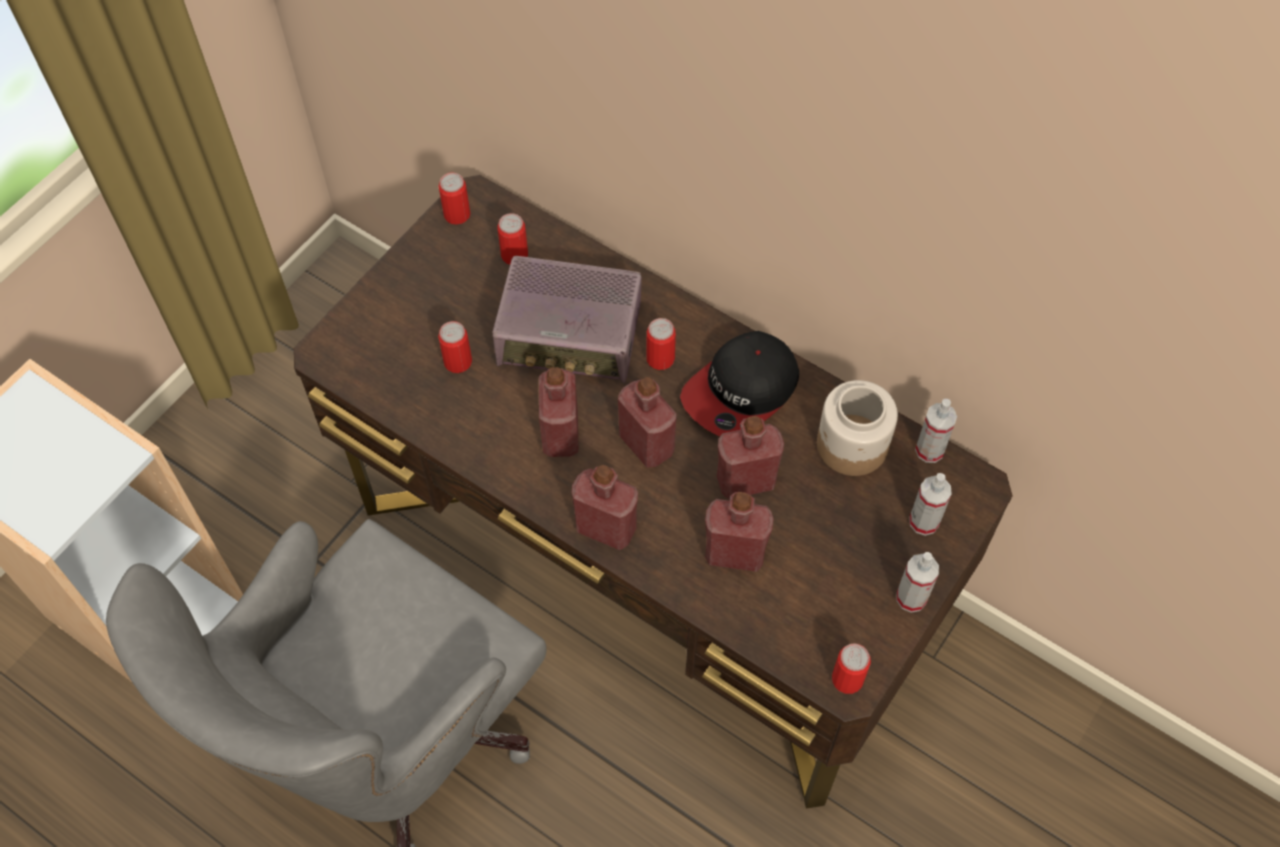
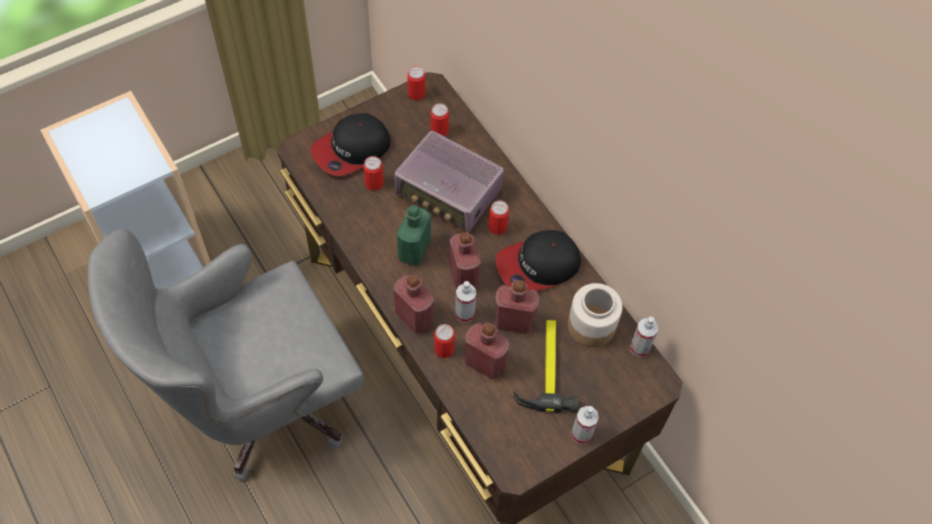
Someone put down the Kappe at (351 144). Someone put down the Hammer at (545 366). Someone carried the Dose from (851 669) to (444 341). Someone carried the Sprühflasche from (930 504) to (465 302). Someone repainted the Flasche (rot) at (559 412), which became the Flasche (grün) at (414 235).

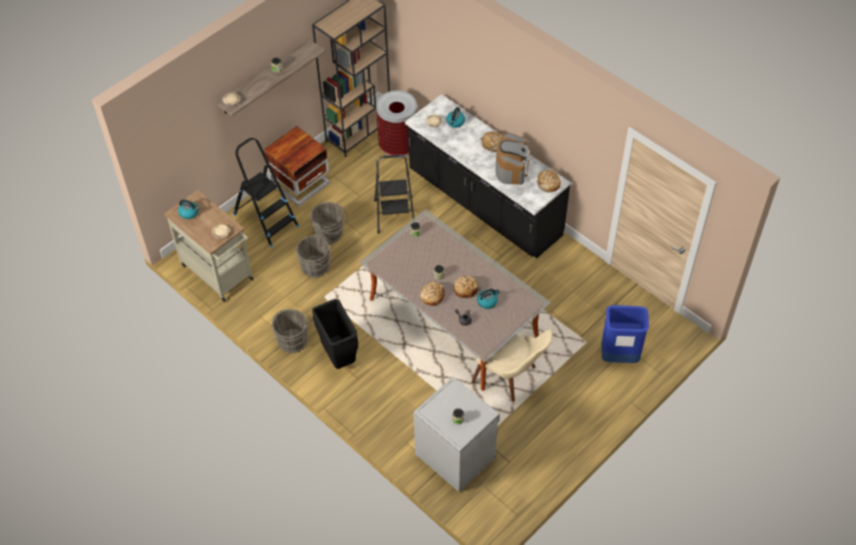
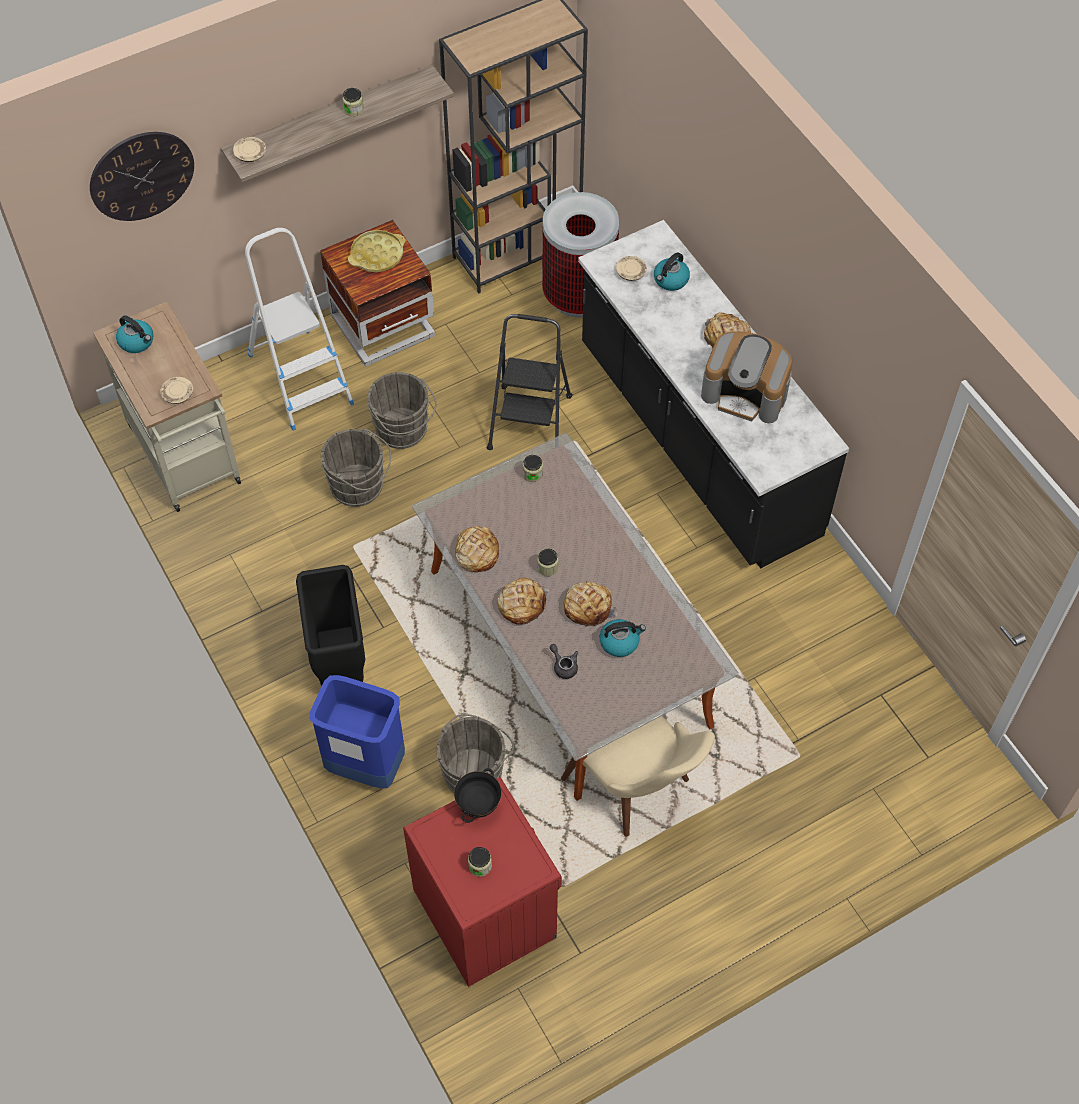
Someone put up the Wanduhr at (142 176). Someone put down the Tablett (gelb) at (376 251). Someone put down the Schüssel (schwarz) at (477 795). Someone carried the Eimer (grau) from (291 331) to (475 753). Someone carried the Brot from (548 180) to (477 549). Someone carried the Mülleimer (blau) from (625 334) to (357 731). Someone repainted the Trittleiter (schwarz) at (266 192), which became the Trittleiter (weiß) at (299 329). Someone repainted the Waschmaschine (weiß) at (456 434), which became the Waschmaschine (rot) at (482 882). Someone rotated the Kaffeemaschine at (512 159) by 90 degrees clockwise.

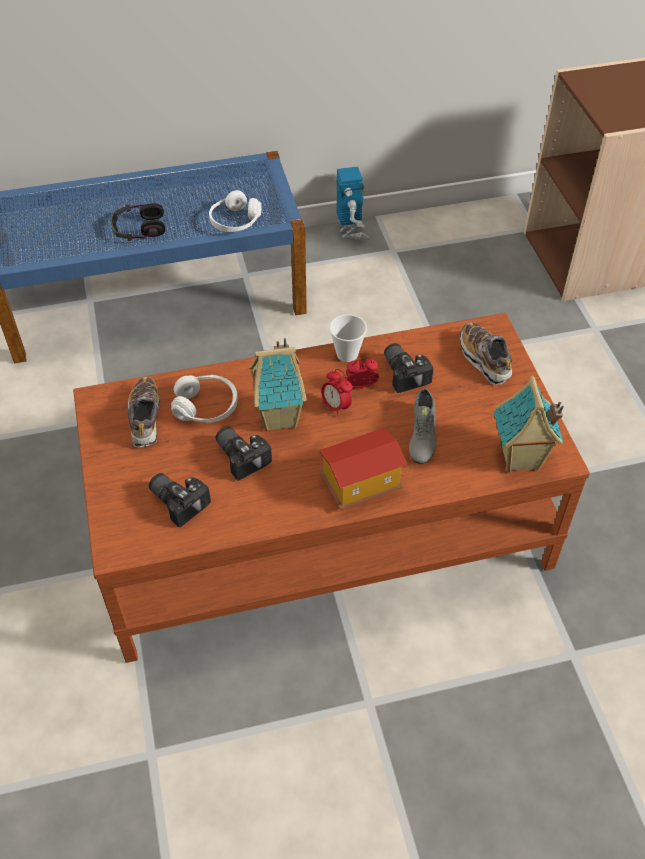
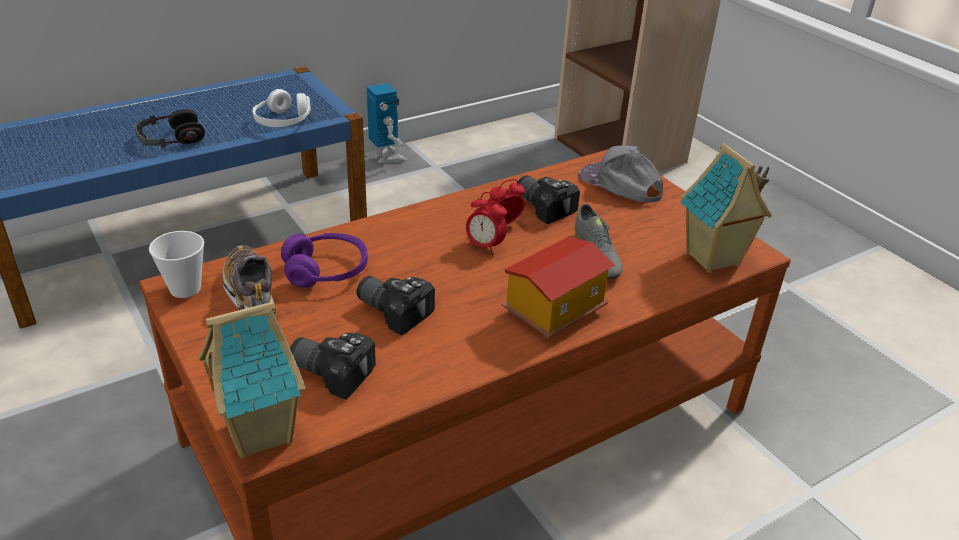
Someone carried the Spielzeughaus from (278 385) to (251 377). Someone carried the Tasse from (348 338) to (176 264). Someone swapped the Schuh at (486 353) for the Kappe (grau) at (620 174). Someone repainted the Kopfhörer (weiß) at (204 399), which became the Kopfhörer (lila) at (324 260).

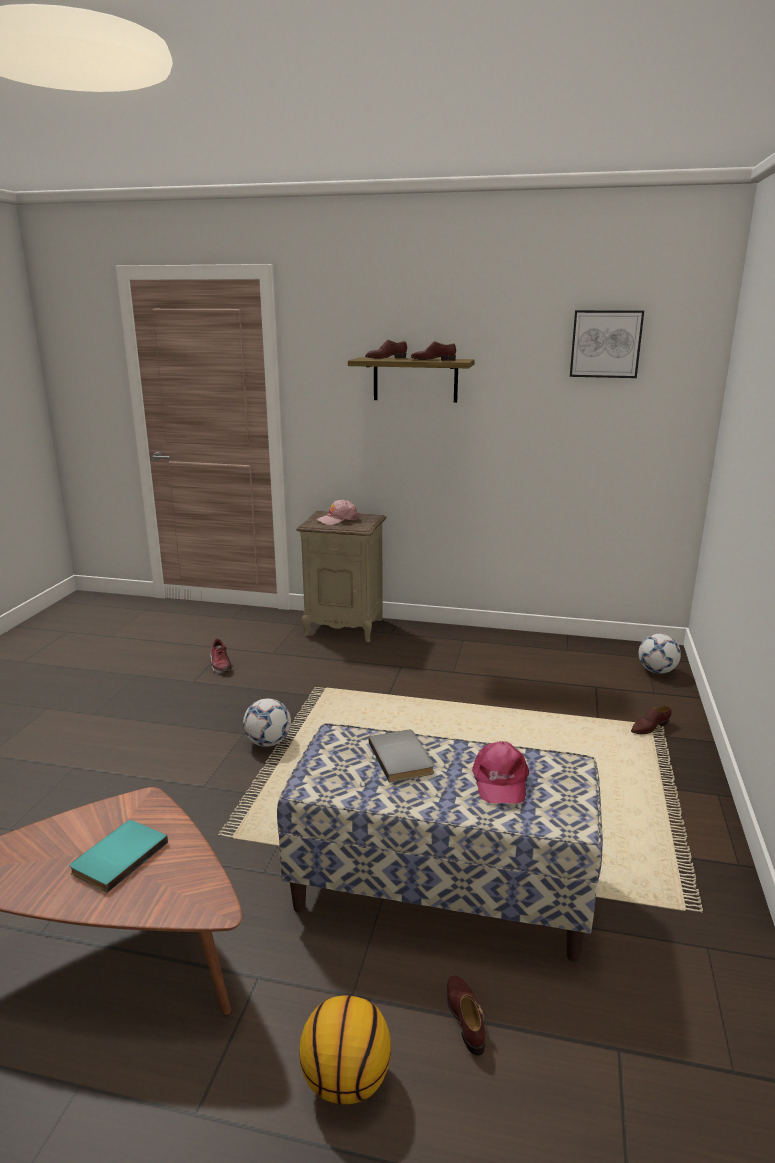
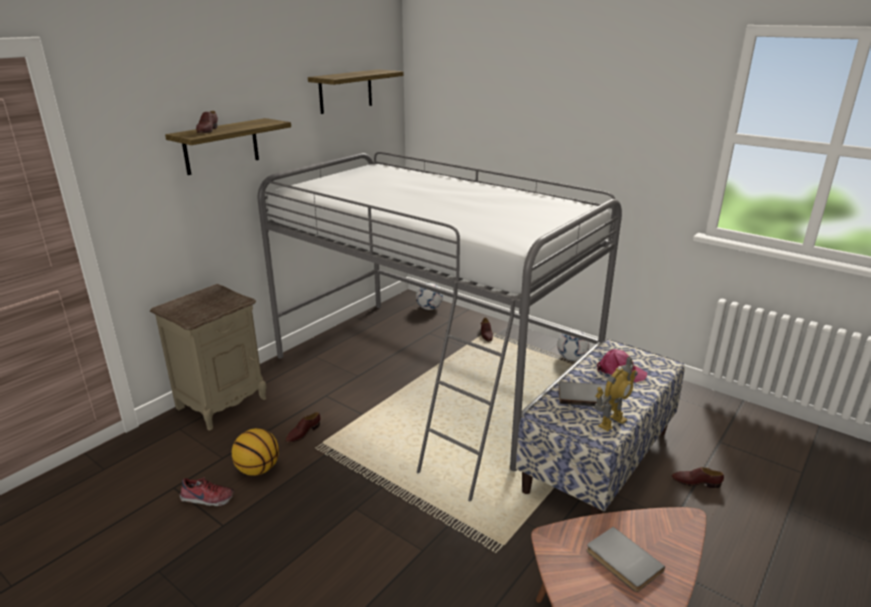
Someone took away the Kappe (rosa) at (338 512). Someone put down the Bett (grau) at (440 326). Someone put down the Spielzeugroboter at (616 394). Someone carried the Fußball from (267 722) to (573 345). Someone carried the Basketball from (345 1049) to (255 452). Someone carried the Schuh (braun) from (433 351) to (303 427). Someone swapped the Bild at (607 344) for the Wandregal at (356 91). Someone repainted the Buch (türkis) at (118 856), which became the Buch (grau) at (625 559).

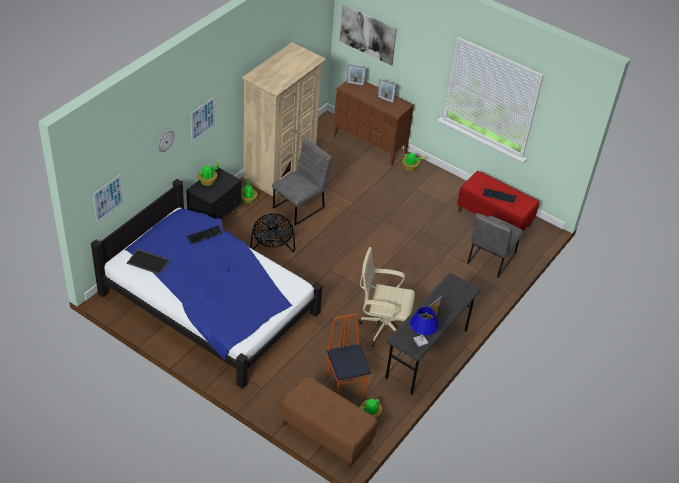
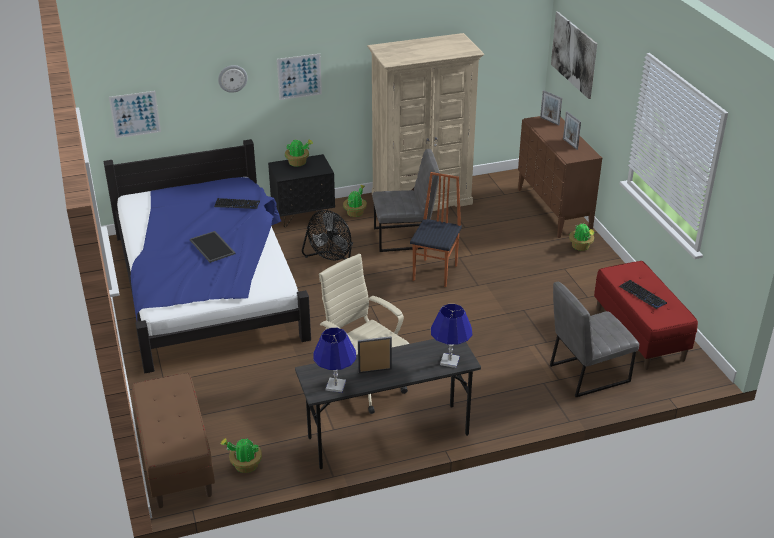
Someone put down the Tischlampe (blau) at (452 336). Someone carried the Tablett from (148 262) to (213 247). Someone carried the Stuhl from (349 354) to (436 229).

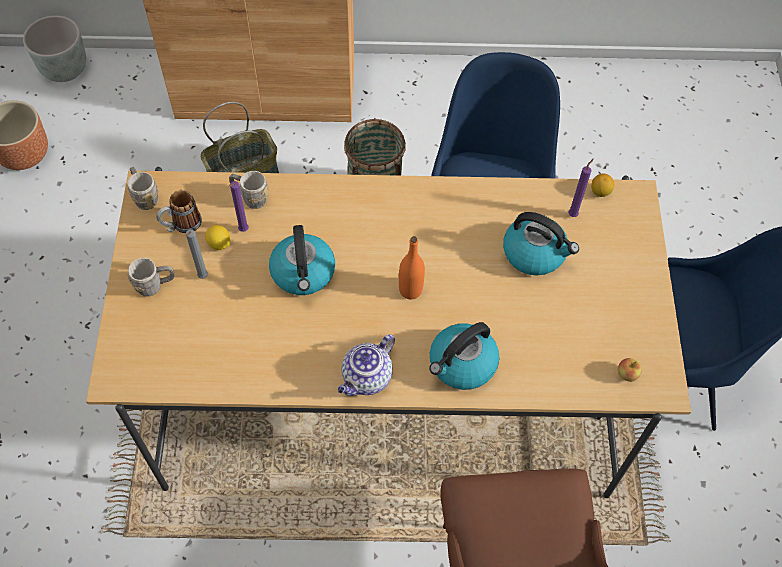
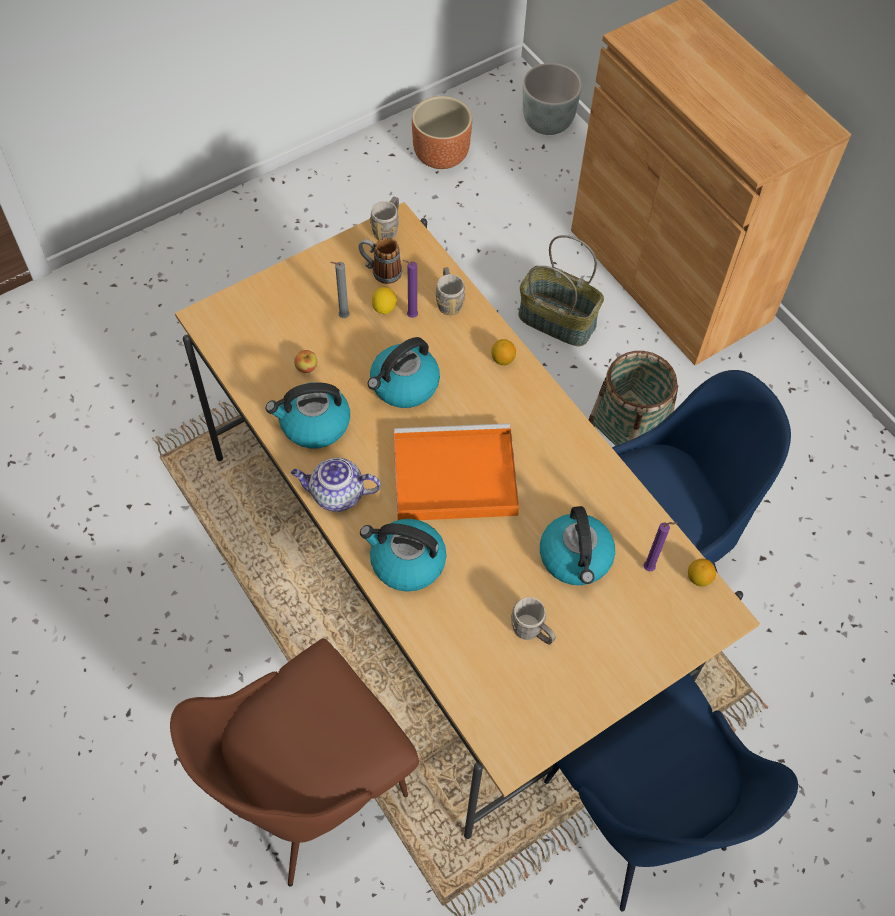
Someone put down the Wasserkessel at (308 415). Someone put down the Zitrone at (503 352). Someone carried the Henkelbecher (grau) from (150 277) to (533 620). Someone carried the Apfel from (630 370) to (305 361). Someone swapped the Flasche (orange) at (412 267) for the Tablett (orange) at (456 471).

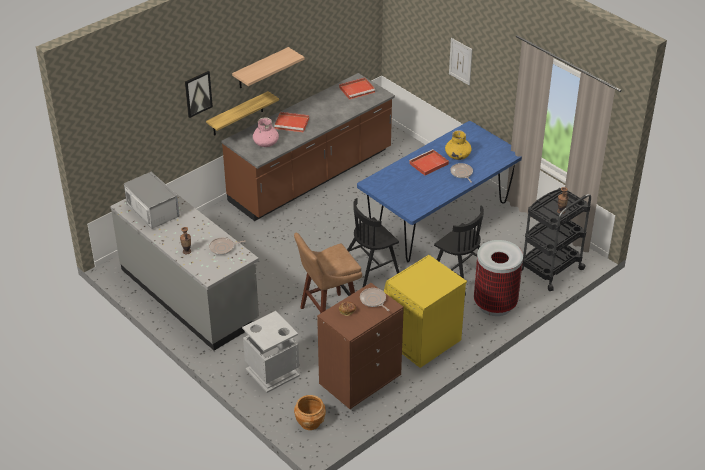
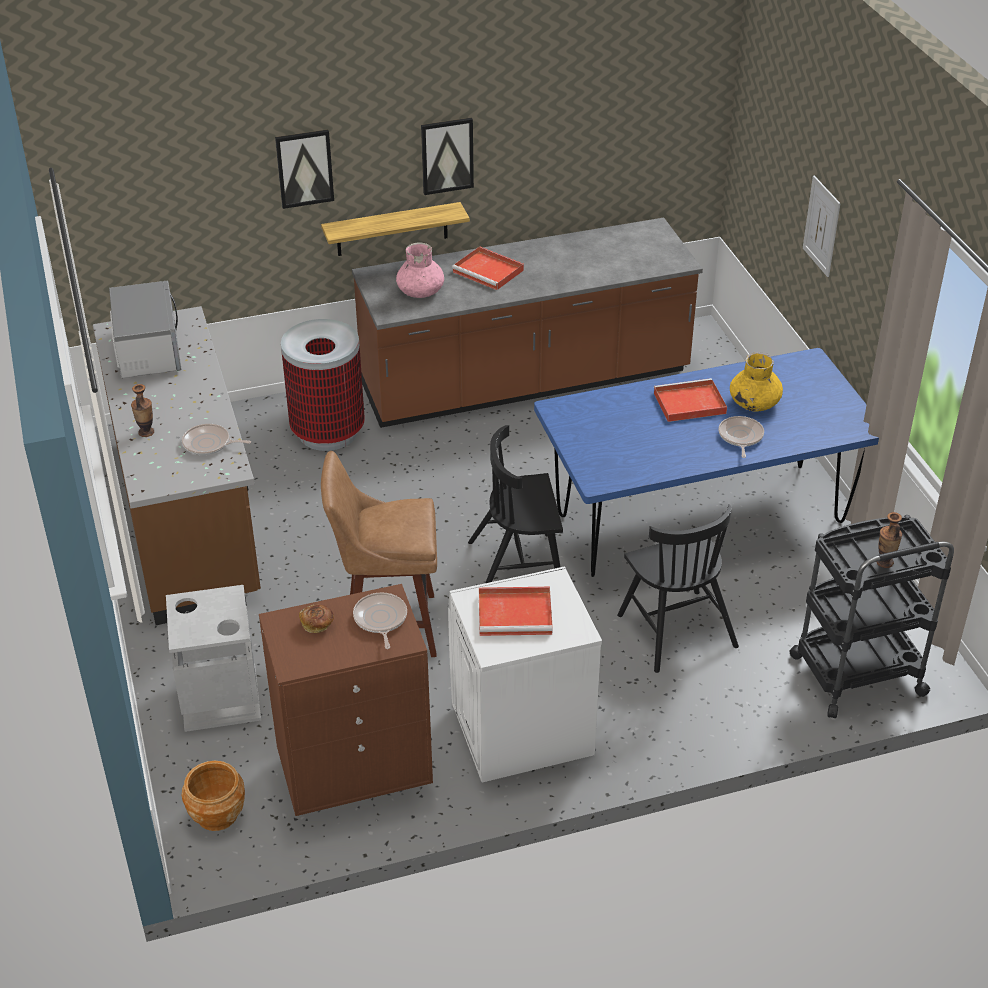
Someone carried the Tablett (rot) from (357 89) to (516 611). Someone carried the Mülleimer from (498 278) to (323 385). Someone swapped the Wandregal at (268 67) for the Bild at (447 156). Someone repainted the Küchenzeile (grau) at (184 270), which became the Küchenzeile (braun) at (177 465). Someone repainted the Waschmaschine (gelb) at (425 311), which became the Waschmaschine (weiß) at (525 674).

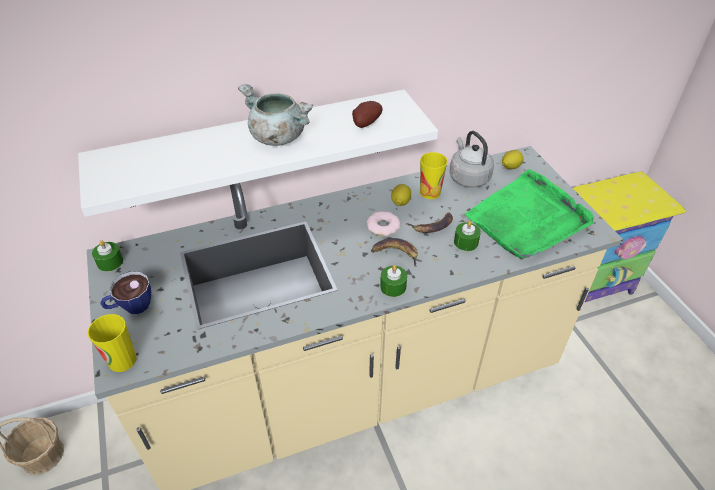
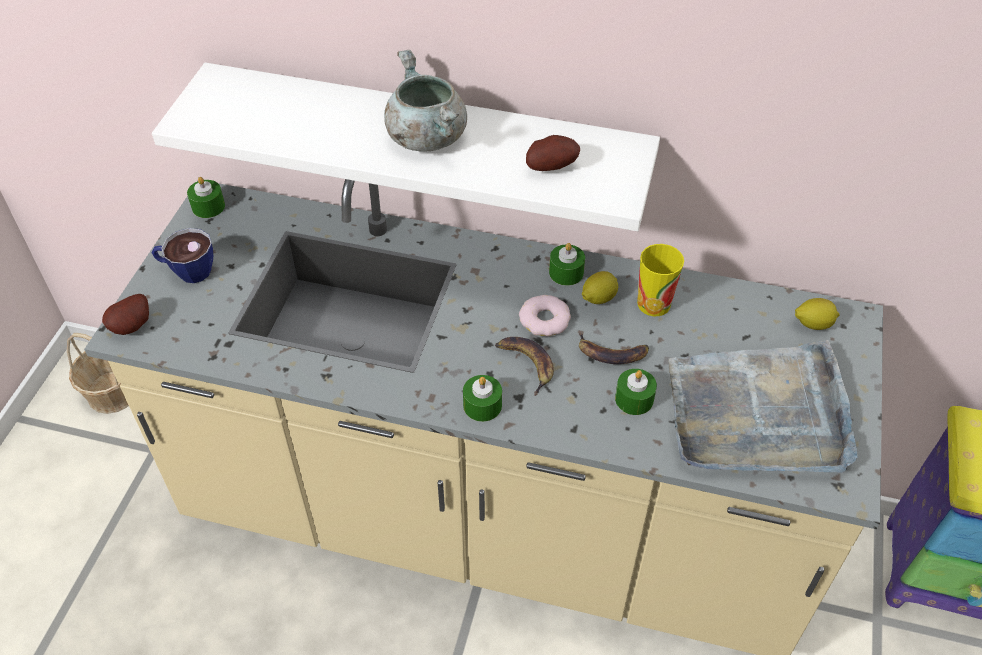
Someone took away the Wasserkessel (grau) at (472 159). Someone put down the Kerze (grün) at (567 264). Someone swapped the Tasse at (112 343) for the Kartoffel at (125 314). Someone repainted the Tablett (grün) at (529 214), which became the Tablett (grau) at (763 406).

